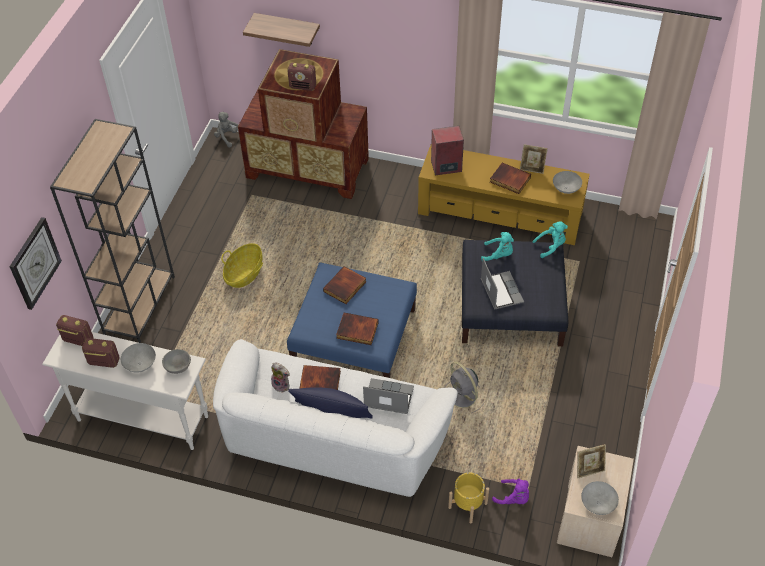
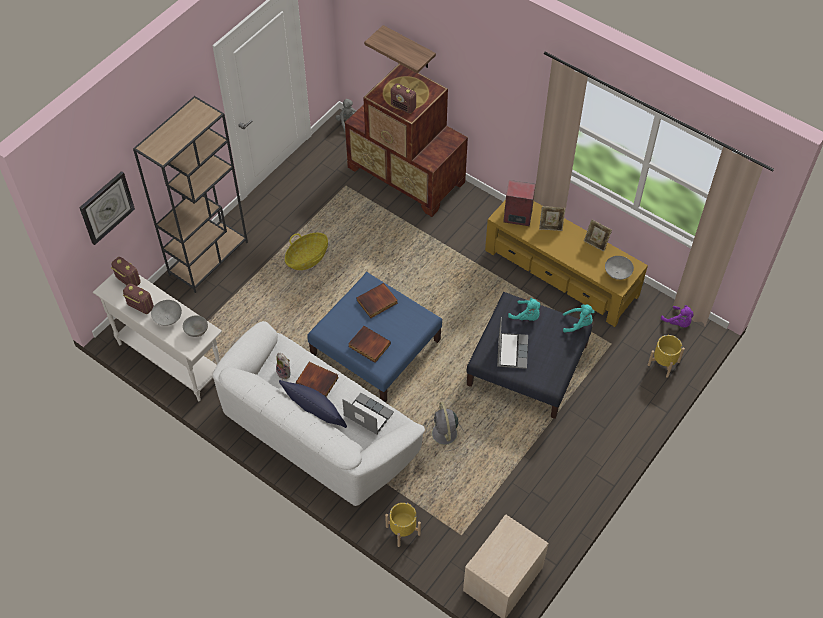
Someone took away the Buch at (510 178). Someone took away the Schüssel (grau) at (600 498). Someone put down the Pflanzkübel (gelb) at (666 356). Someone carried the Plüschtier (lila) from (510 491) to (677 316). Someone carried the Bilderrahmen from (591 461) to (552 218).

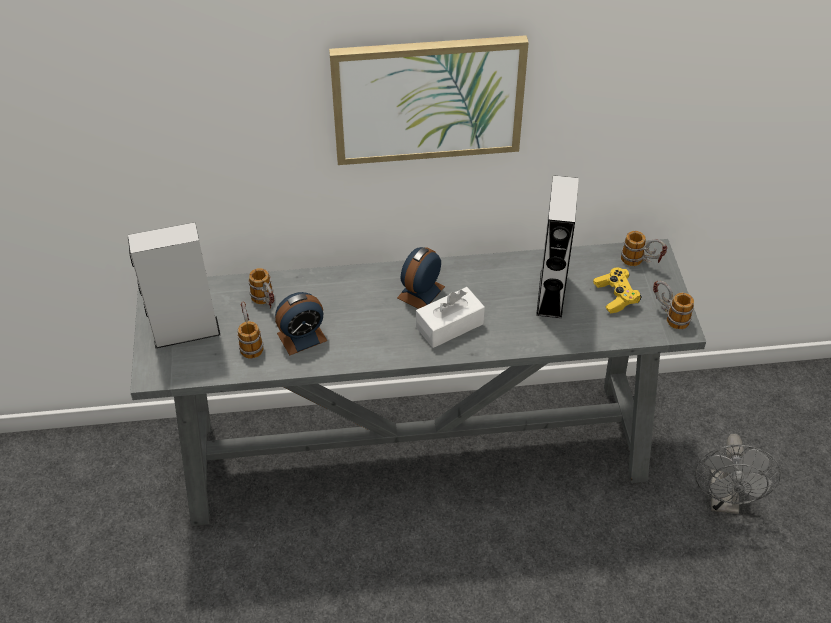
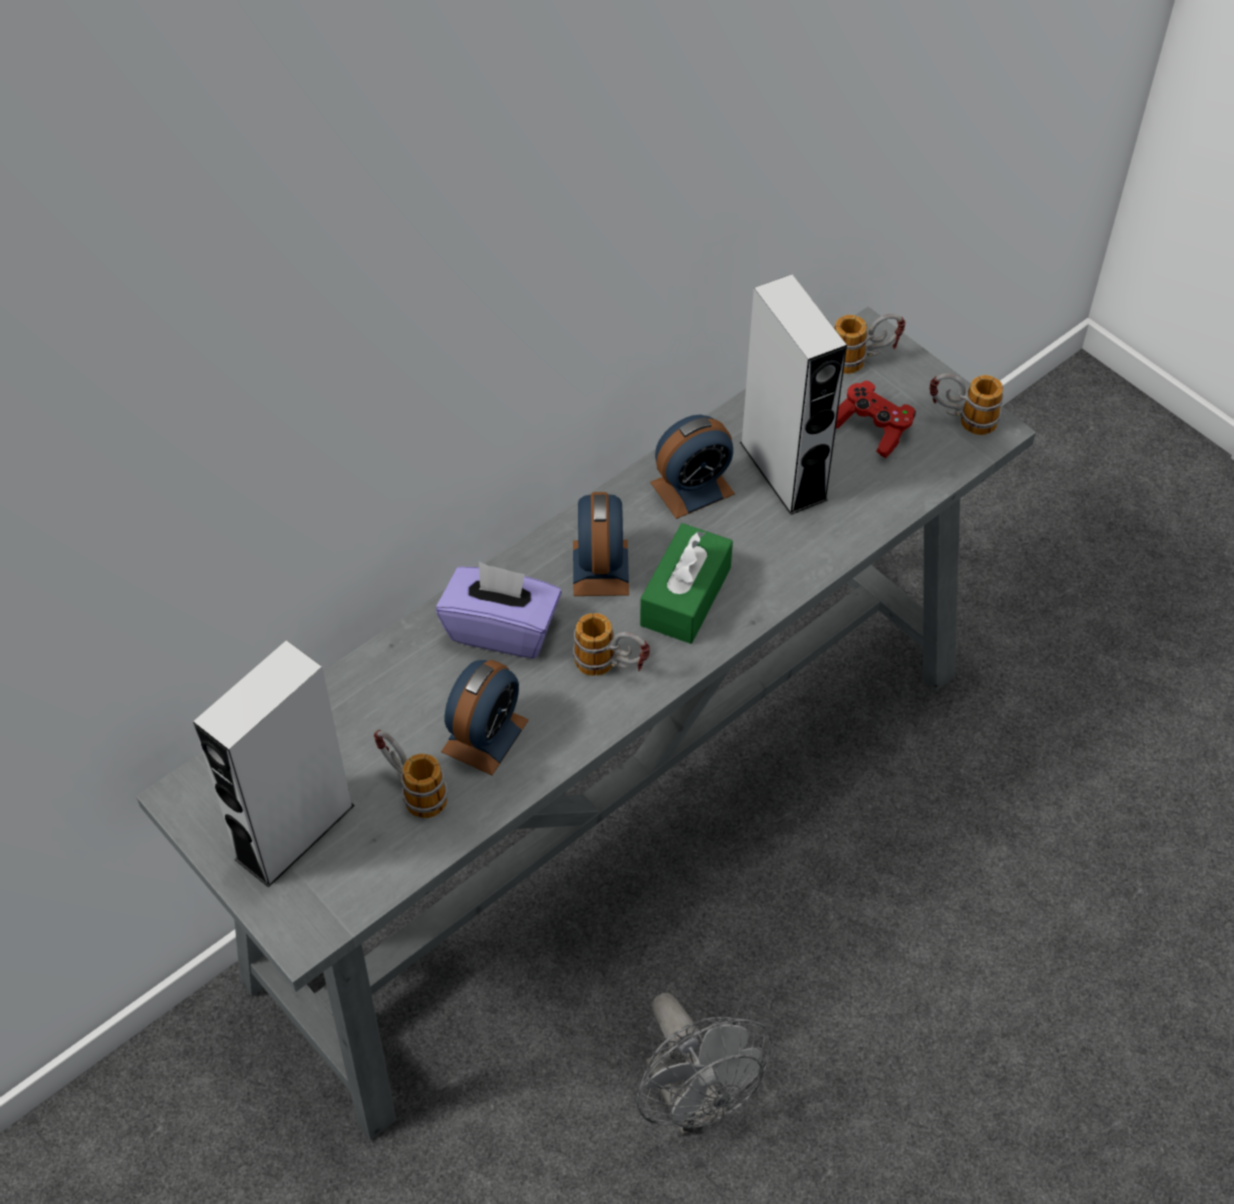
Someone took away the Bild at (429 100). Someone put down the Taschentuchbox (lila) at (499 610). Someone put down the Wecker at (692 467). Someone carried the Henkelbecher from (261 288) to (611 644). Someone carried the Ventilator (grau) from (738 474) to (704 1064). Someone repainted the Taschentuchbox (weiß) at (450 317), which became the Taschentuchbox (grün) at (686 583). Someone repainted the Gamepad (gelb) at (617 291), which became the Gamepad (rot) at (876 419).

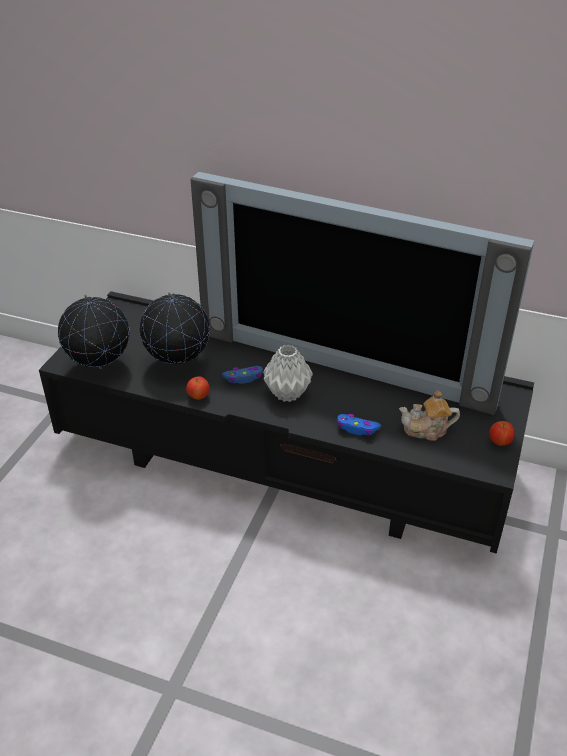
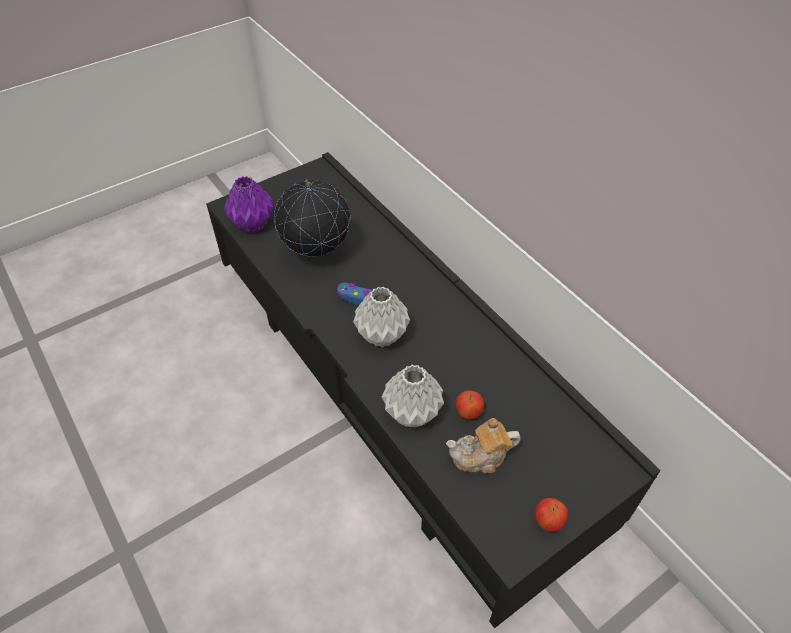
Someone took away the Fernseher at (362 293). Someone carried the Apfel from (198 388) to (469 404). Someone swapped the Globus at (93 331) for the Vase (lila) at (248 204). Someone swapped the Gamepad (blau) at (359 424) for the Vase (grau) at (413 396). Someone rotated the Teekanne at (429 415) by 45 degrees counterclockwise.

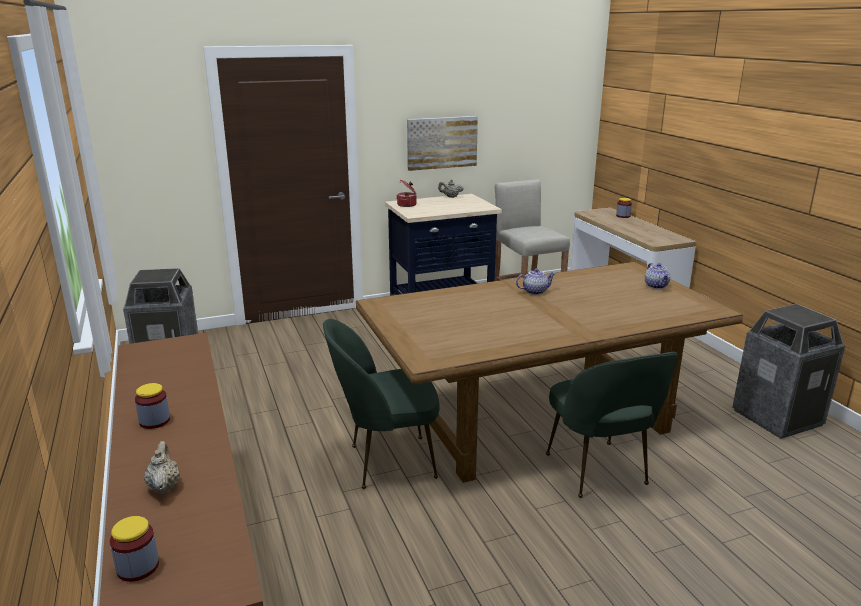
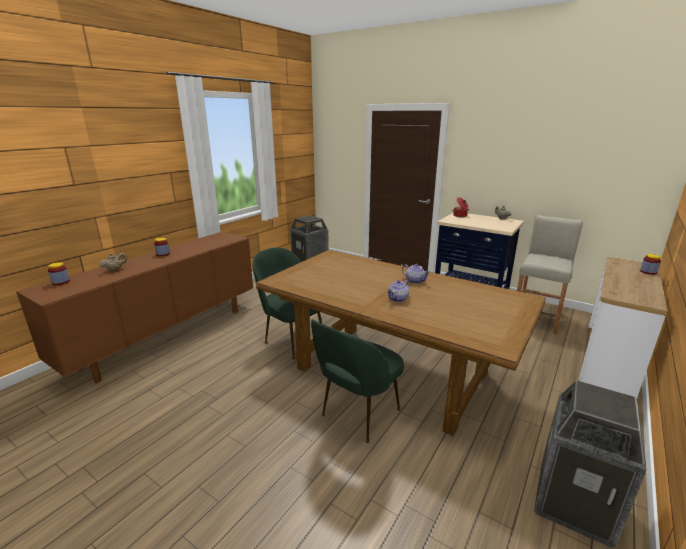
Someone took away the Bild at (442 143). Someone carried the Teekanne from (657 276) to (398 291).

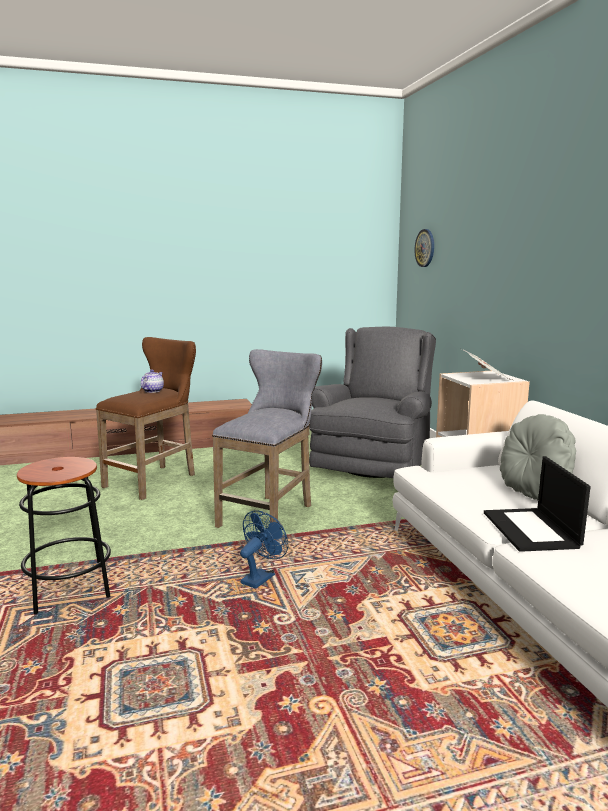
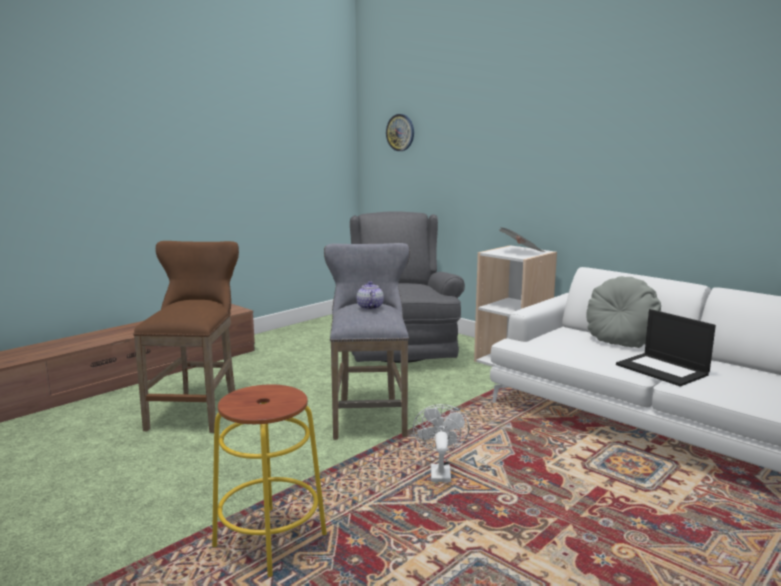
Someone carried the Teekanne from (152 381) to (370 295). Someone repainted the Hocker (schwarz) at (64 535), which became the Hocker (gelb) at (269 480). Someone repainted the Ventilator (blau) at (264 549), which became the Ventilator (weiß) at (441 443).

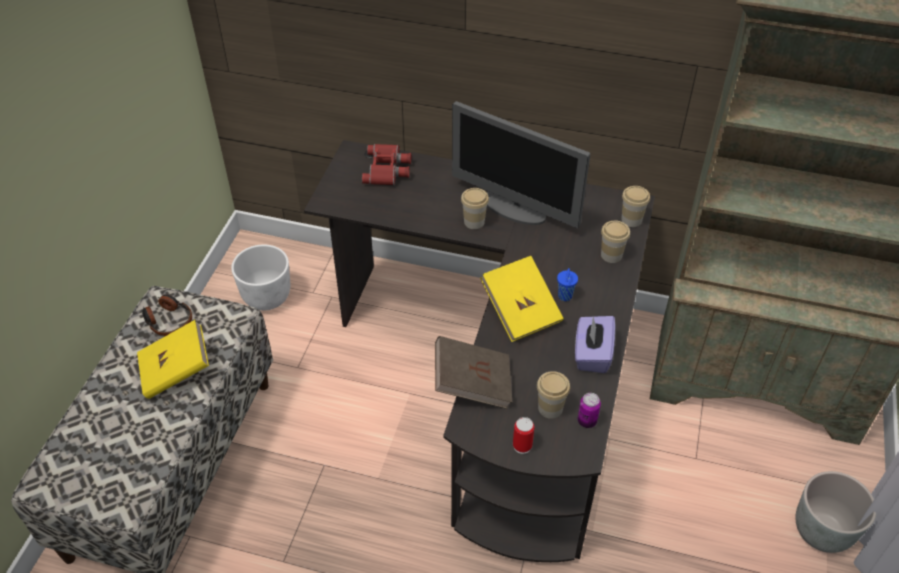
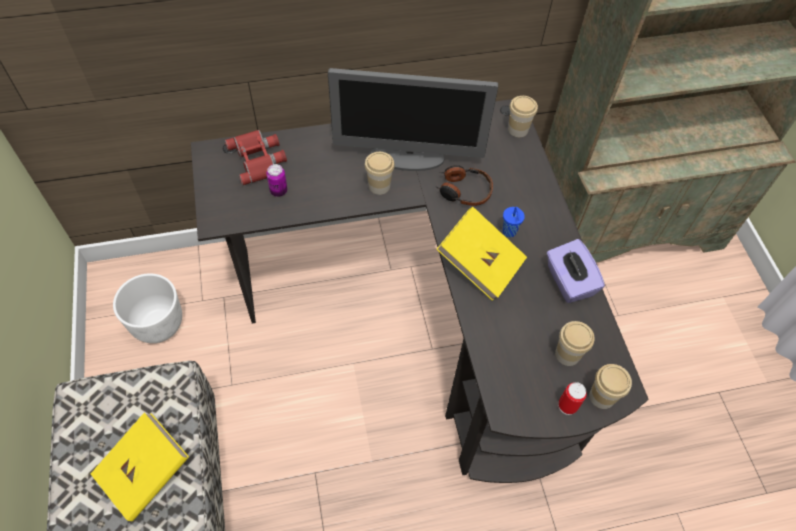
Someone took away the Buch (braun) at (473 372). Someone took away the Pflanzkübel (grau) at (835 512). Someone carried the Kopfhörer from (167 315) to (465 185). Someone carried the Dose from (589 410) to (276 180). Someone carried the Tasse from (615 242) to (610 386).

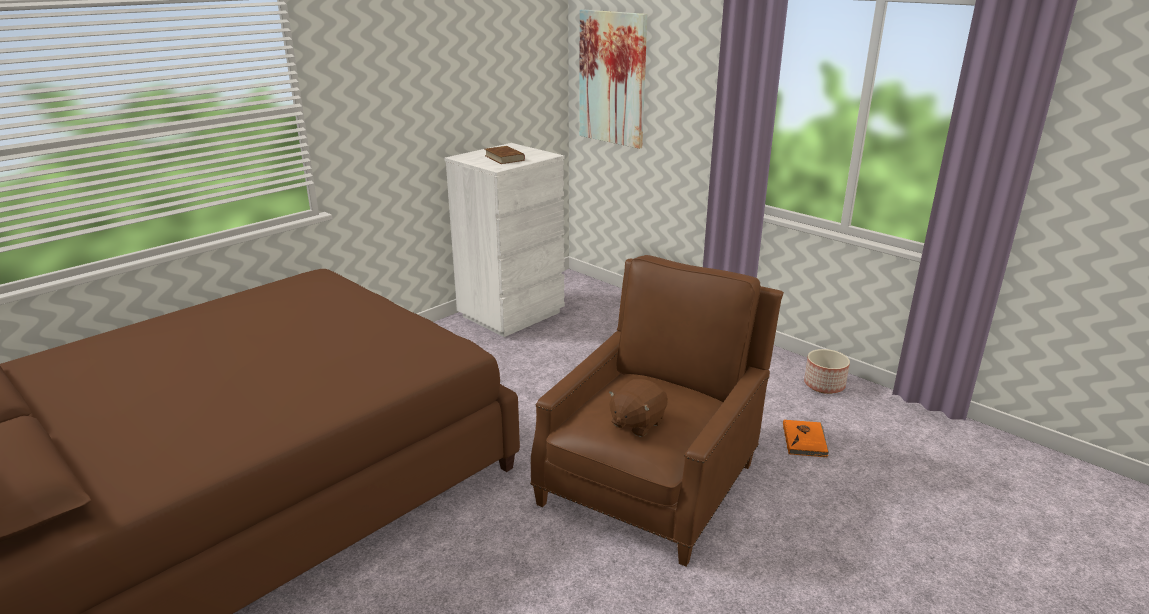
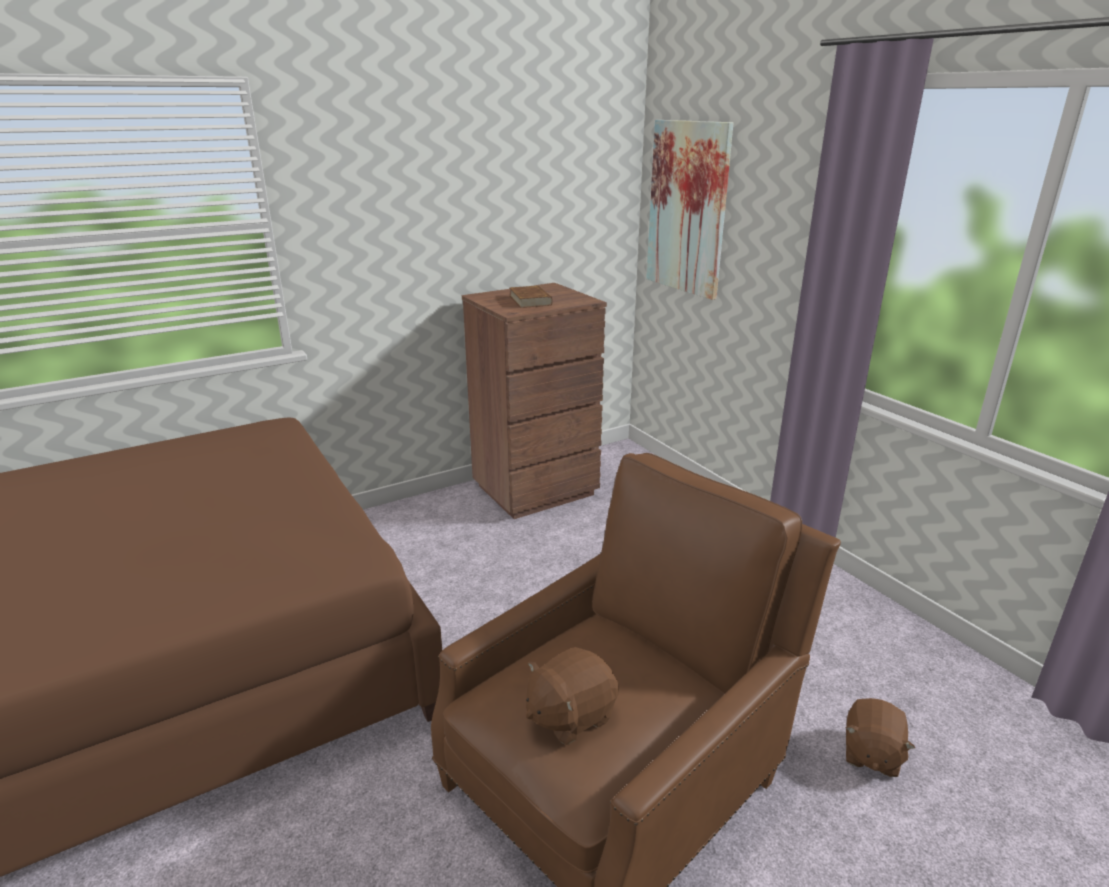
Someone took away the Pflanzkübel at (827 371). Someone swapped the Buch (orange) at (806 438) for the Plüschtier (braun) at (880 737). Someone repainted the Kommode (weiß) at (505 240), which became the Kommode (braun) at (534 401).

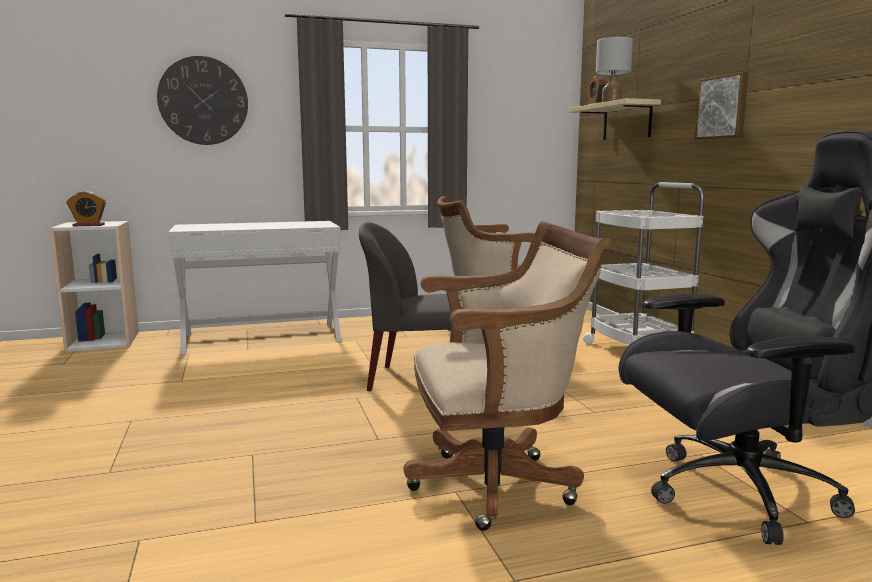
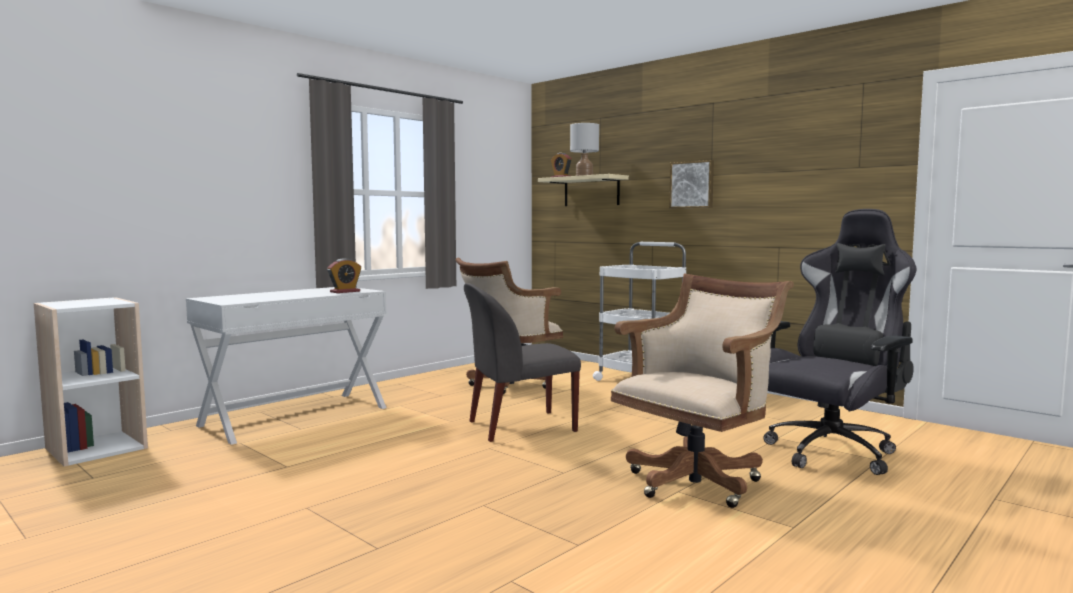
Someone took away the Wanduhr at (202 100). Someone carried the Wecker from (86 209) to (344 275).

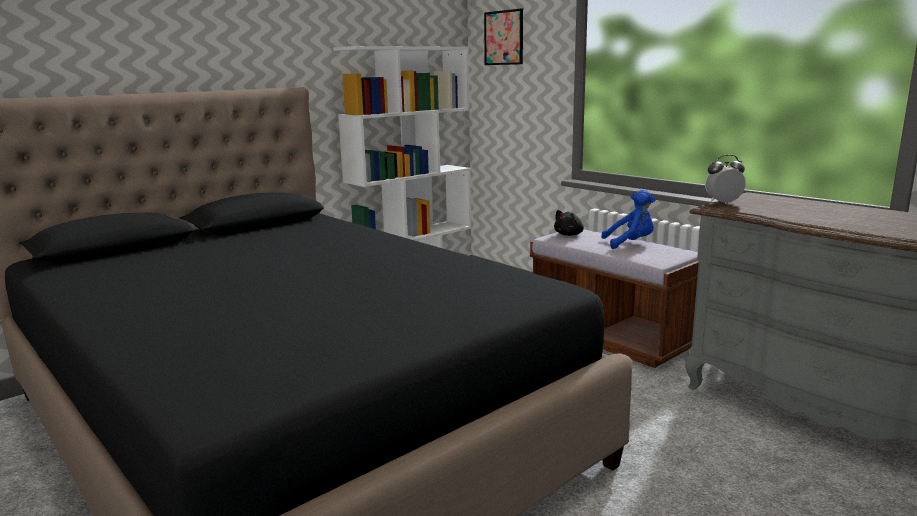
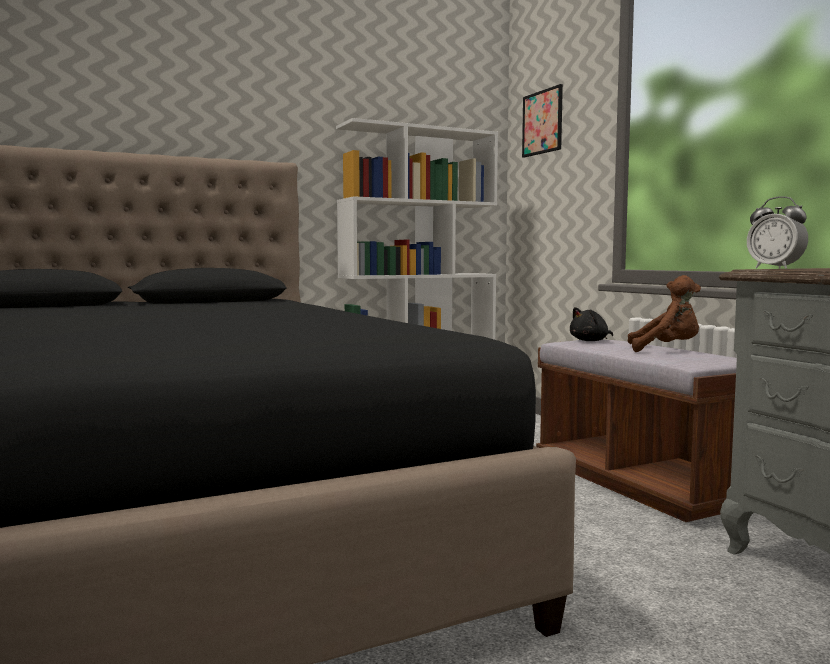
Someone repainted the Plüschtier (blau) at (628 219), which became the Plüschtier (braun) at (664 313). Someone rotated the Wecker at (725 179) by 135 degrees counterclockwise.

